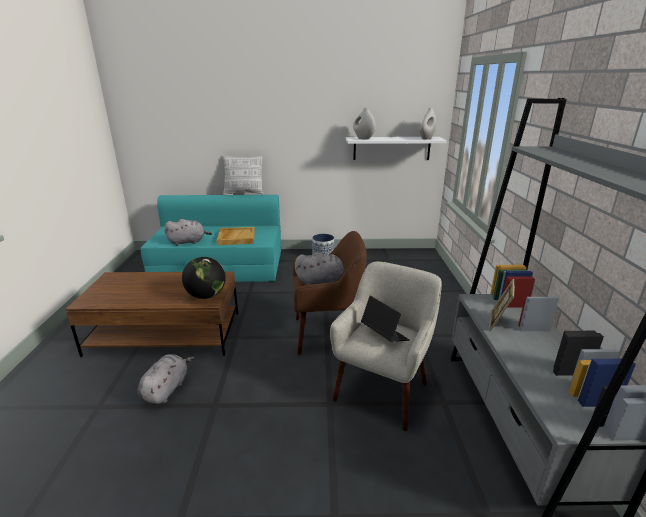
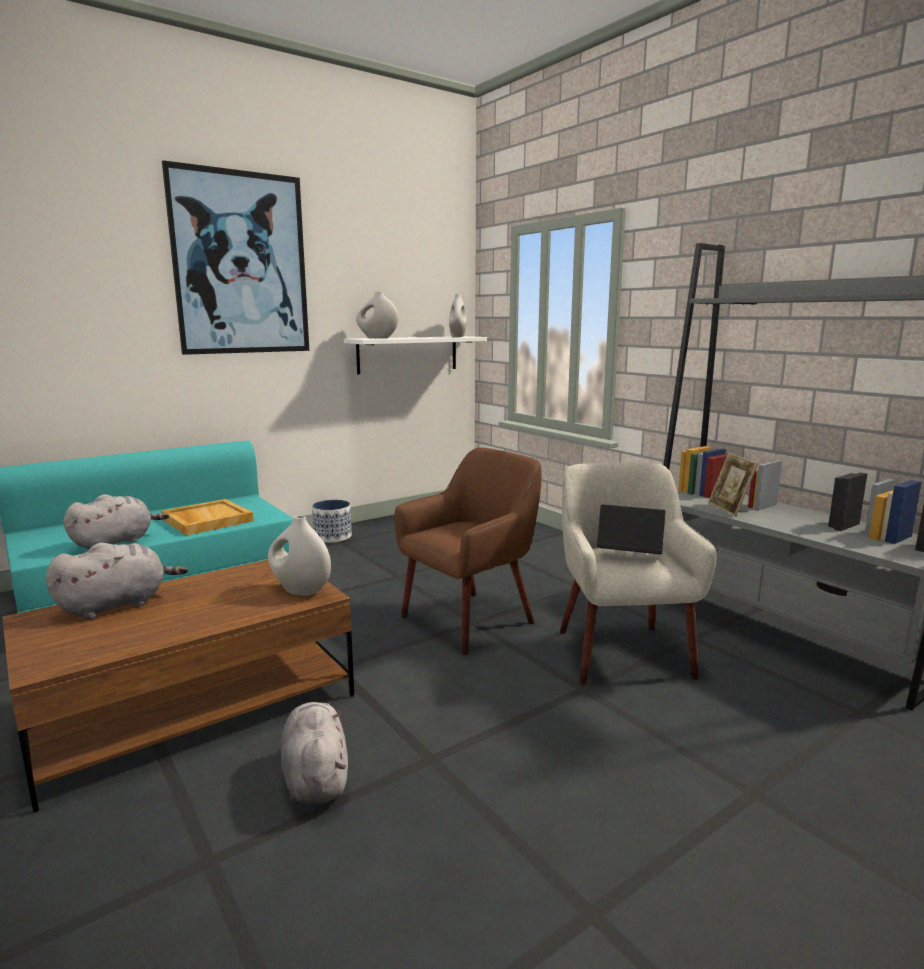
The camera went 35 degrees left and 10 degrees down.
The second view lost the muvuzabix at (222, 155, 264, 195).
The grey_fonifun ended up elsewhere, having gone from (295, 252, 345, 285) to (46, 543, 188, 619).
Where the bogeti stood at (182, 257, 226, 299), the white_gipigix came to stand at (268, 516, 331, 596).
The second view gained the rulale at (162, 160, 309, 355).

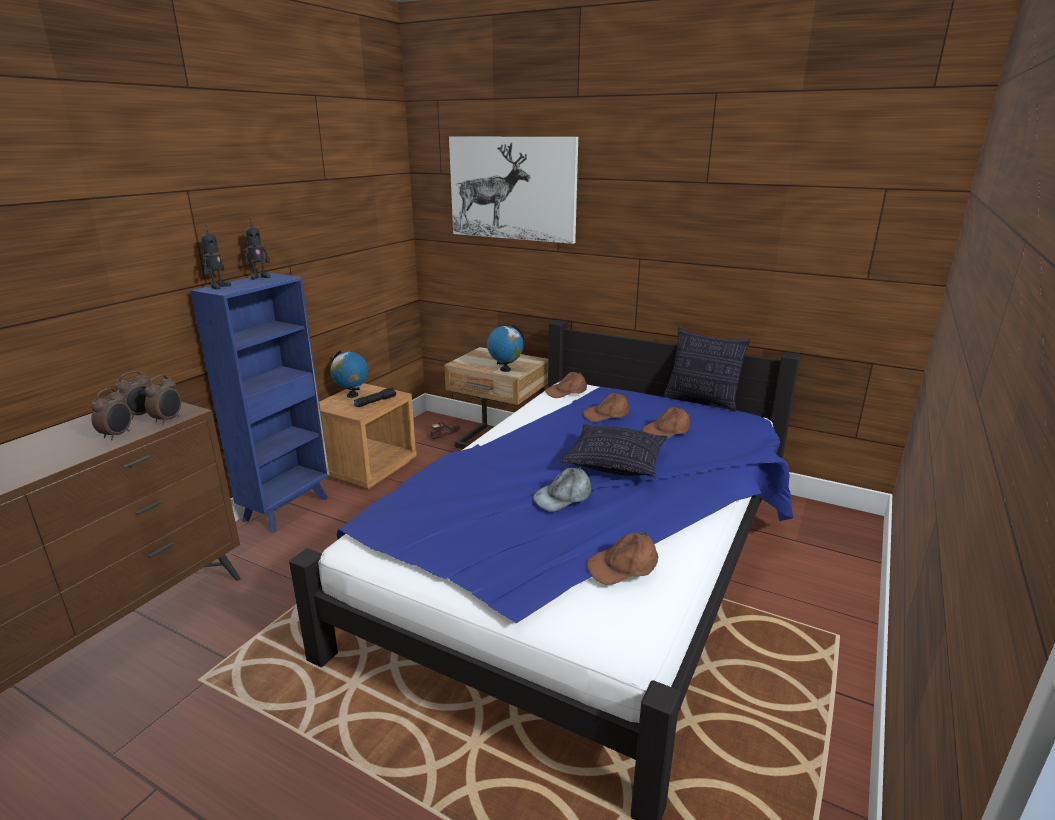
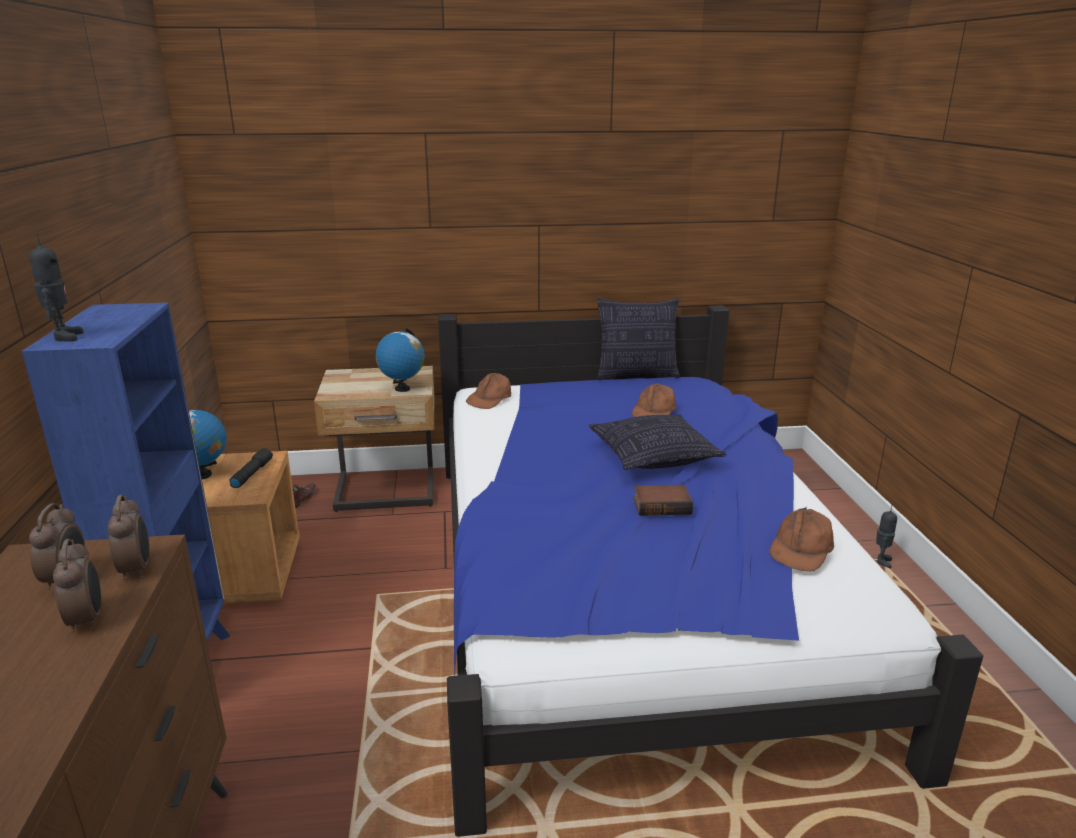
The camera went 35 degrees left and 0 degrees up.
The second view lost the rulale at (449, 136, 578, 244).
The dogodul ended up elsewhere, having gone from (244, 219, 271, 280) to (876, 506, 897, 568).
The second view lost the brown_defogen at (583, 393, 630, 422).
Where the grey_defogen stood at (533, 467, 592, 512), the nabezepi came to stand at (633, 485, 693, 516).

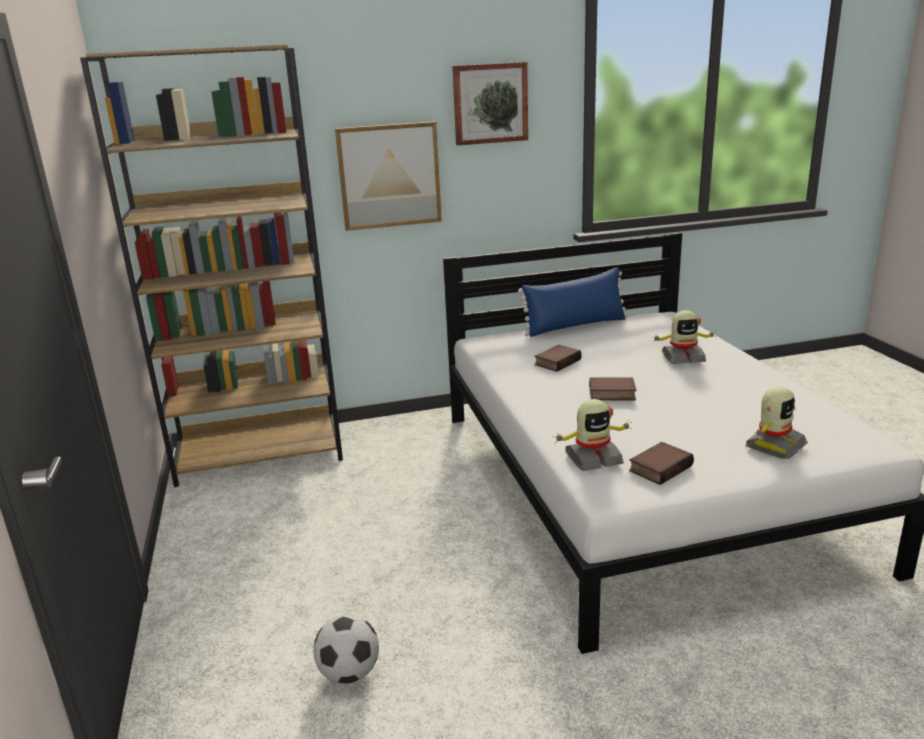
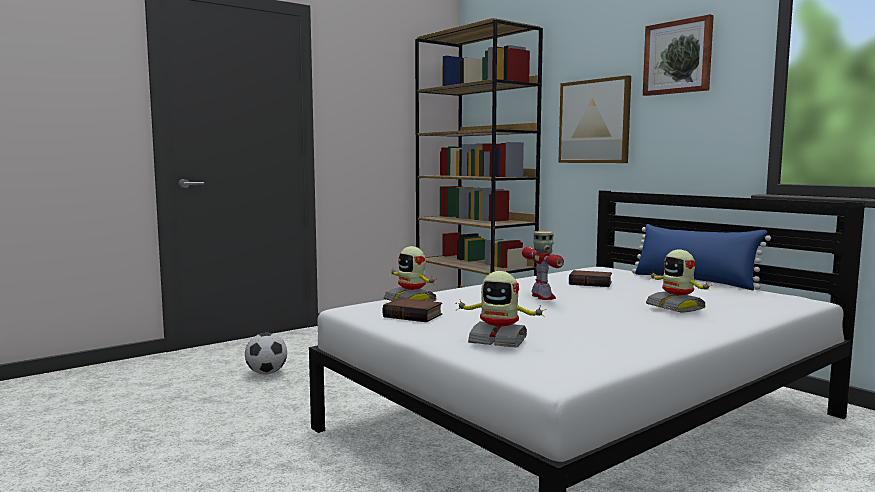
The camera went 65 degrees right and 15 degrees down.
Where the nabezepi stood at (589, 377, 636, 400), the dogodul came to stand at (522, 231, 564, 300).

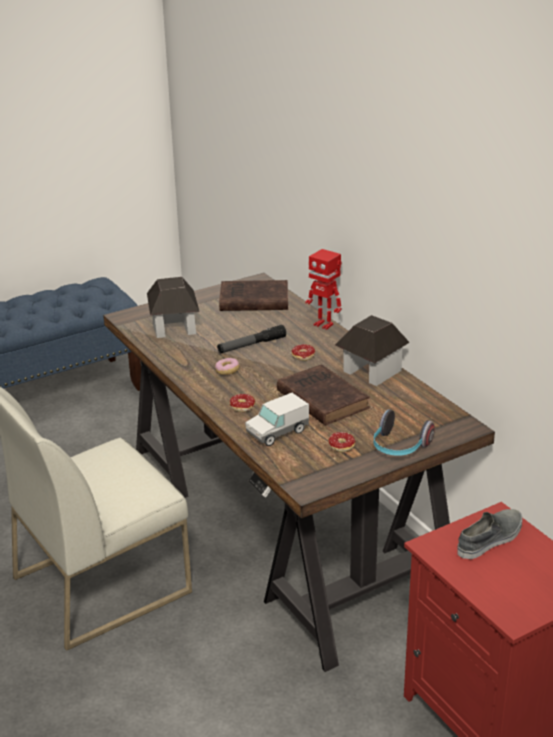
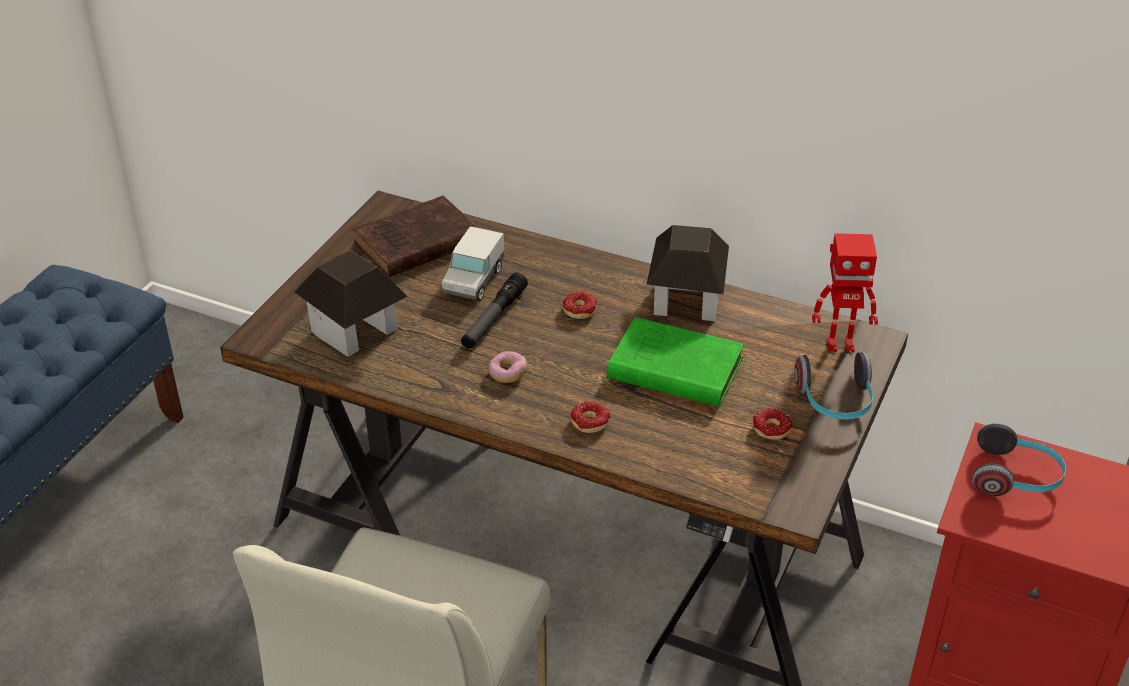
The camera went 35 degrees left and 10 degrees up.
The dogodul ended up elsewhere, having gone from (305, 249, 342, 330) to (812, 233, 878, 352).
What was the brown_nabezepi at (277, 364, 370, 425) turned into the green_nabezepi at (607, 317, 744, 407).
The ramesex ended up elsewhere, having gone from (245, 393, 309, 446) to (442, 226, 504, 301).
Where the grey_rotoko stood at (457, 509, 522, 559), the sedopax came to stand at (972, 423, 1066, 496).

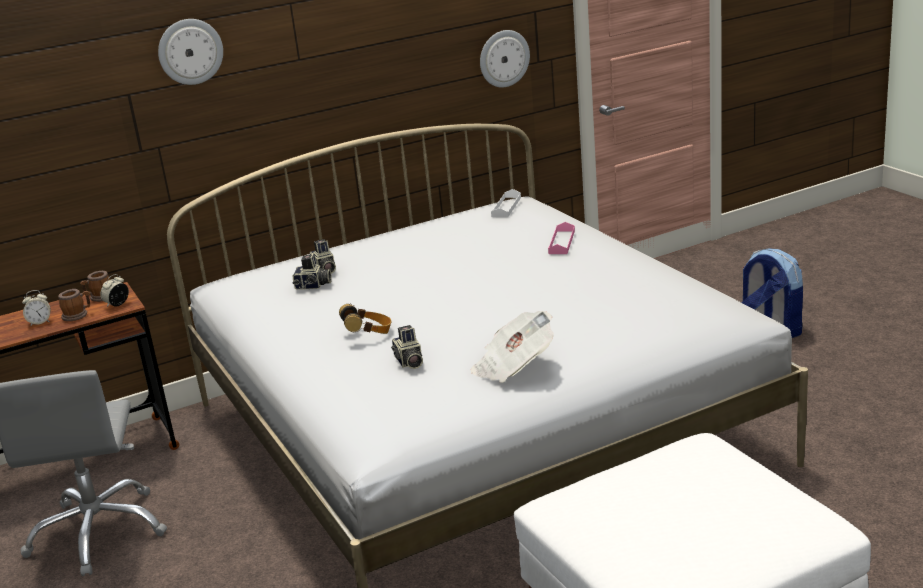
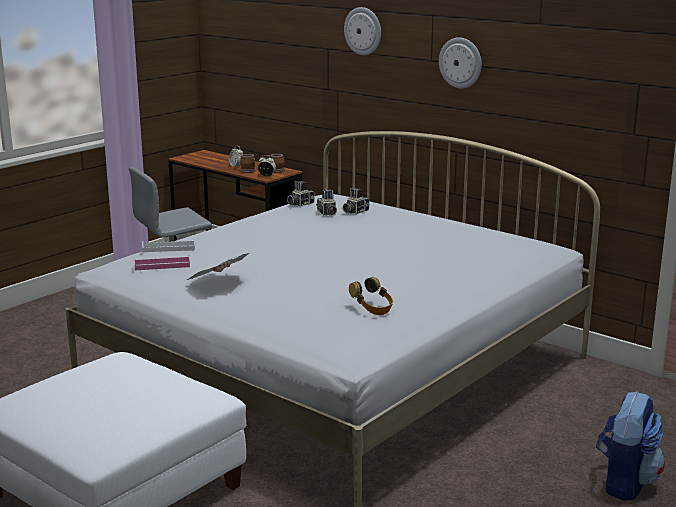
The camera went 65 degrees right and 5 degrees down.
The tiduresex ended up elsewhere, having gone from (480, 30, 530, 88) to (439, 37, 482, 89).
The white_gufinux ended up elsewhere, having gone from (491, 189, 521, 217) to (142, 239, 195, 252).
The pink_gufinux ended up elsewhere, having gone from (548, 222, 575, 254) to (134, 257, 190, 270).
The sedopax ended up elsewhere, having gone from (339, 304, 391, 334) to (349, 277, 393, 315).
The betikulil ended up elsewhere, having gone from (391, 325, 423, 369) to (287, 181, 315, 206).

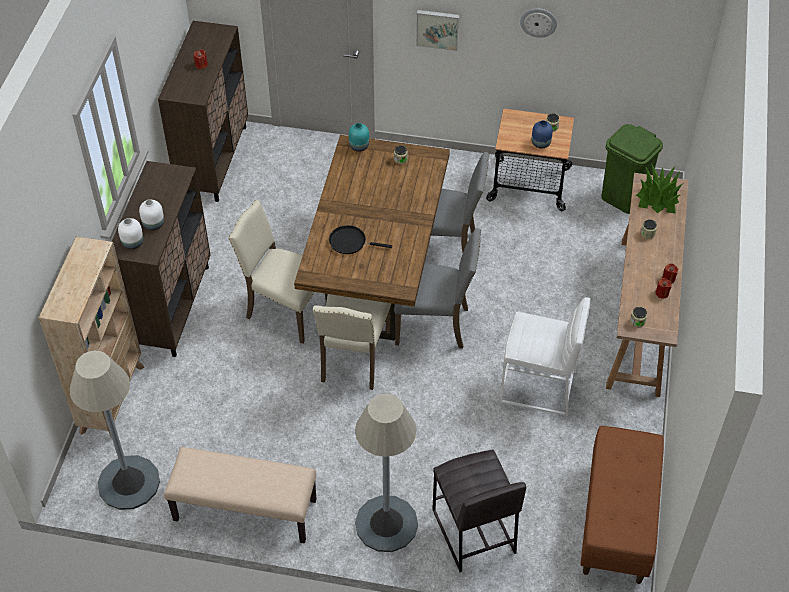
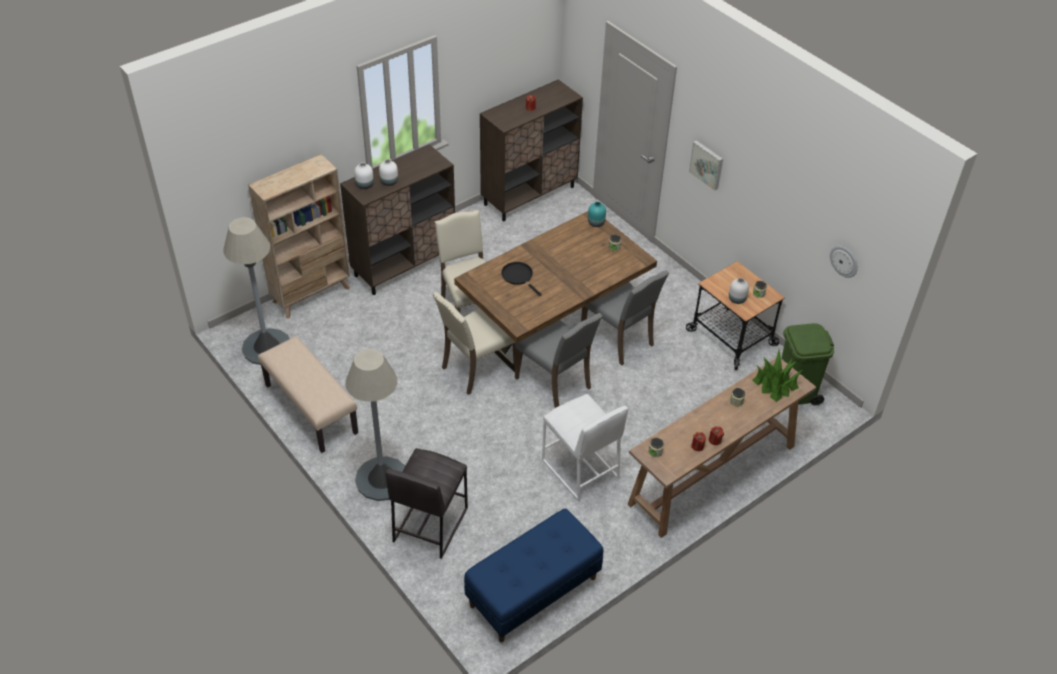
The camera went 40 degrees right and 5 degrees down.
The tiduresex ended up elsewhere, having gone from (520, 8, 557, 38) to (830, 246, 858, 278).
What was the blue_gipigix at (532, 120, 553, 149) turned into the white_gipigix at (729, 278, 749, 304).
What was the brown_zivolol at (580, 426, 664, 584) turned into the blue_zivolol at (464, 508, 603, 643).

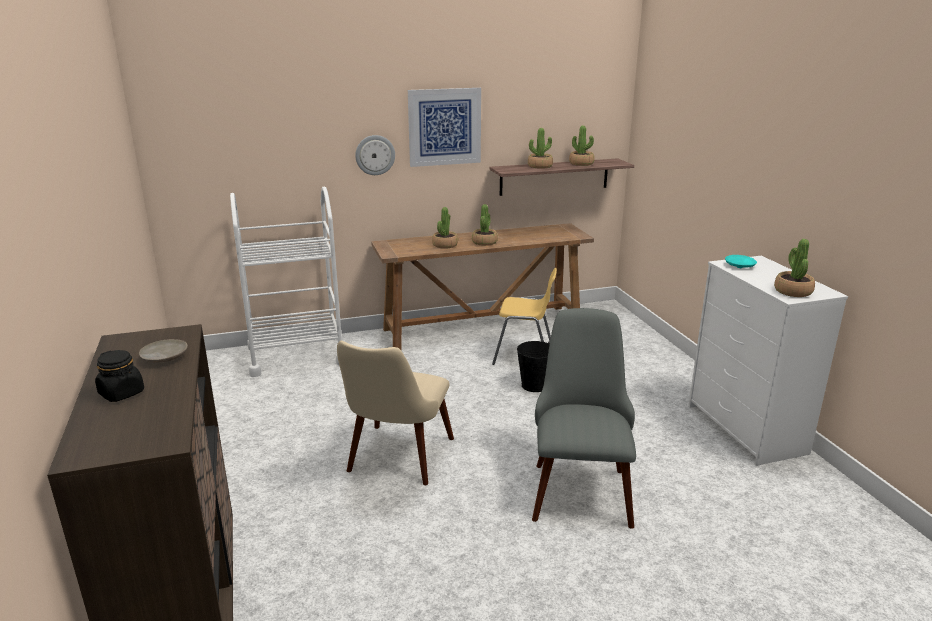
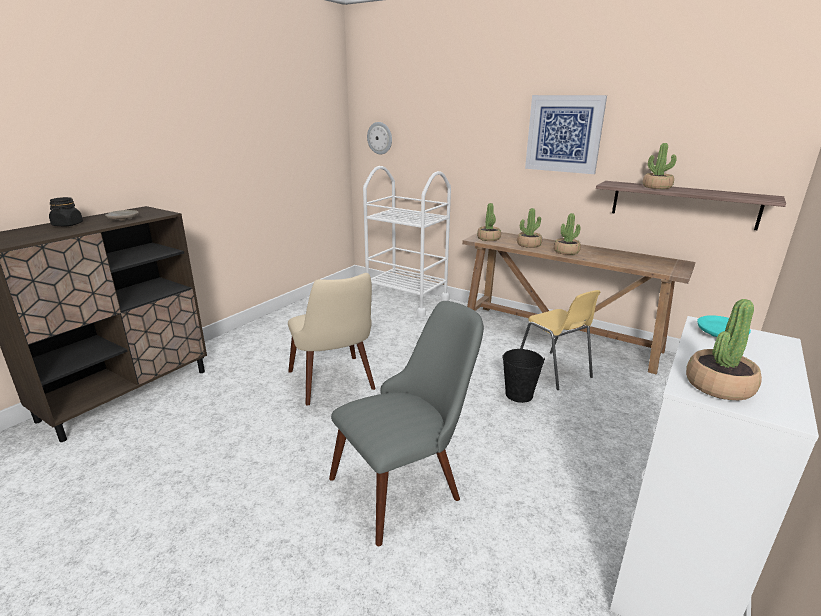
The camera went 50 degrees right and 0 degrees up.
The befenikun ended up elsewhere, having gone from (569, 126, 595, 166) to (477, 203, 501, 241).
The tiduresex ended up elsewhere, having gone from (355, 135, 395, 175) to (367, 122, 392, 154).
The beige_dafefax at (337, 341, 454, 485) ended up facing another way, 90 degrees counterclockwise from before.

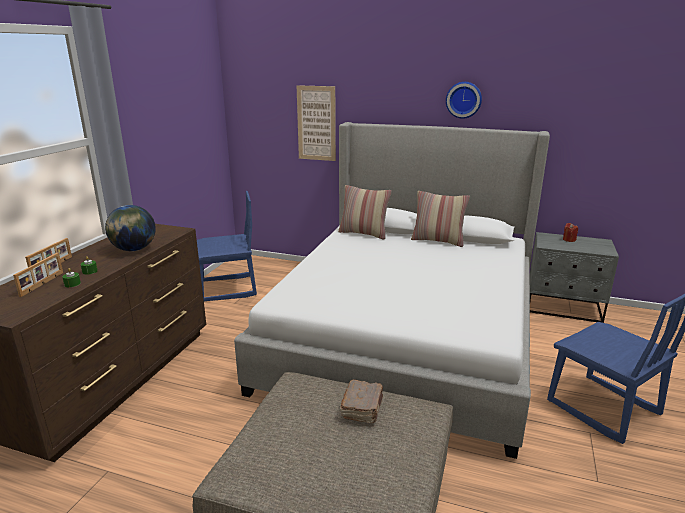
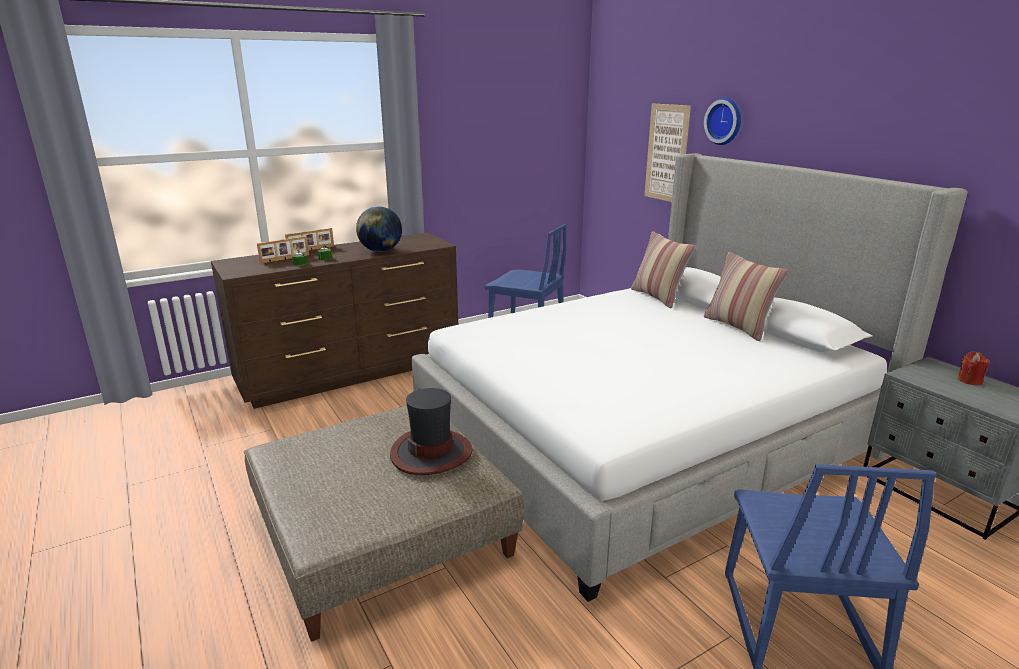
The camera went 40 degrees right and 0 degrees up.
The tiduresex ended up elsewhere, having gone from (446, 82, 482, 119) to (704, 97, 741, 145).
Where the brown_nabezepi stood at (340, 379, 383, 423), the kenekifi came to stand at (390, 388, 472, 475).

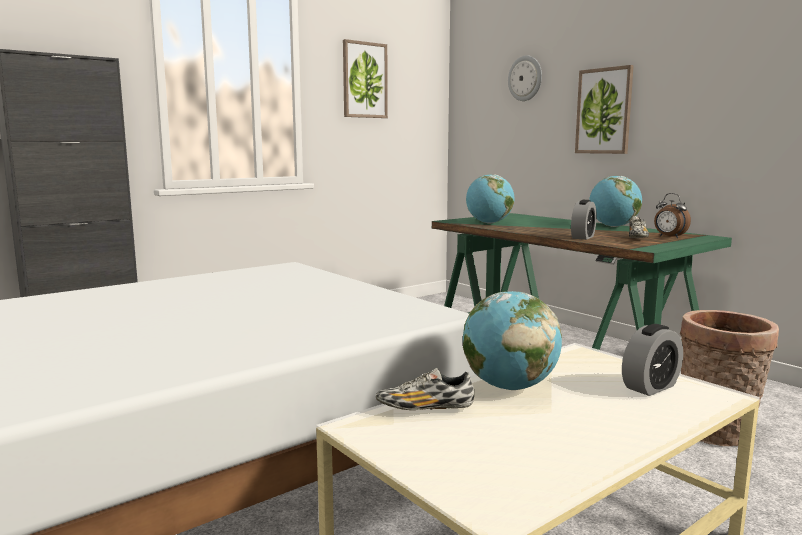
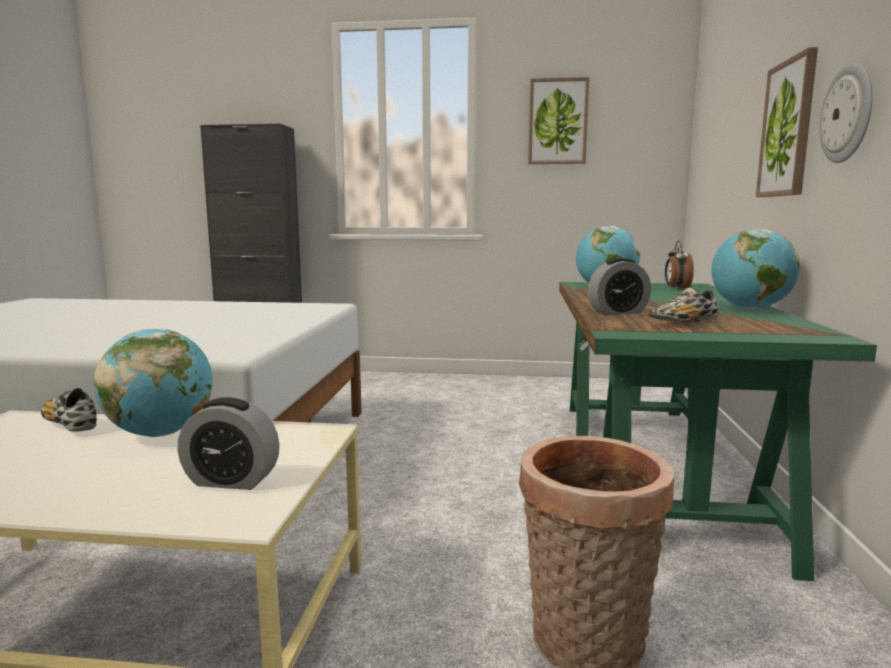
The camera went 45 degrees right and 0 degrees up.
The tiduresex ended up elsewhere, having gone from (508, 55, 542, 101) to (820, 63, 873, 163).
The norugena ended up elsewhere, having gone from (654, 193, 691, 238) to (665, 241, 694, 290).

